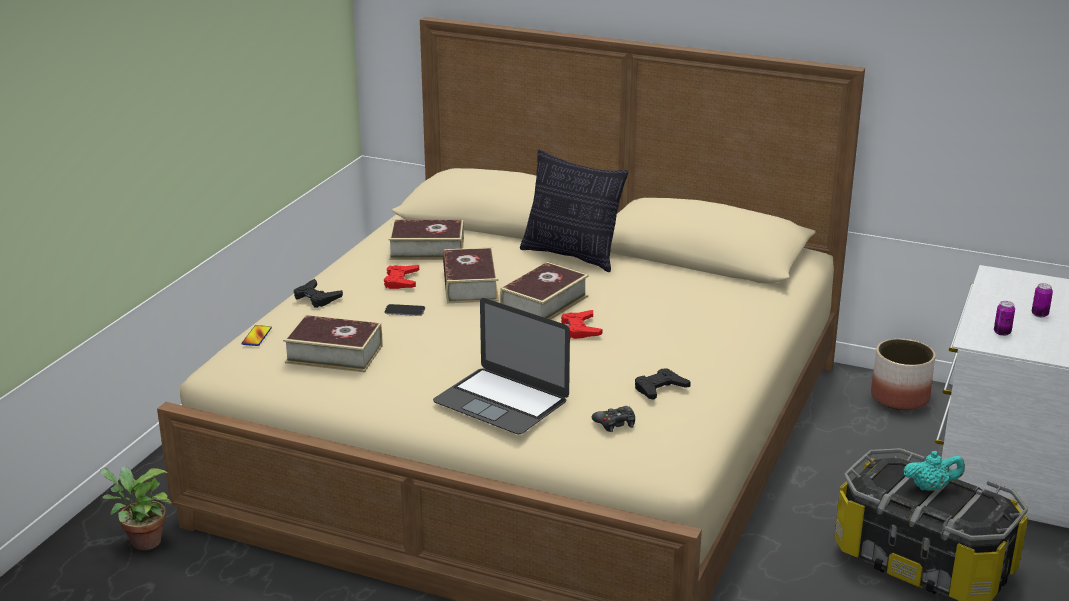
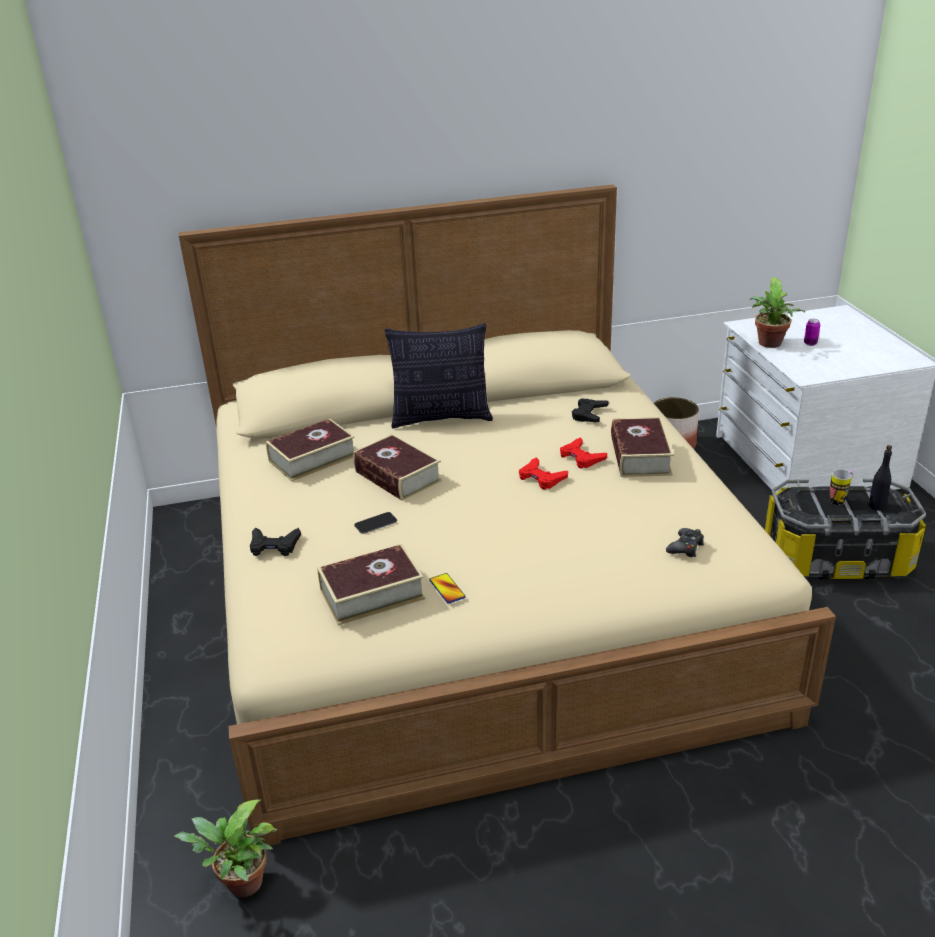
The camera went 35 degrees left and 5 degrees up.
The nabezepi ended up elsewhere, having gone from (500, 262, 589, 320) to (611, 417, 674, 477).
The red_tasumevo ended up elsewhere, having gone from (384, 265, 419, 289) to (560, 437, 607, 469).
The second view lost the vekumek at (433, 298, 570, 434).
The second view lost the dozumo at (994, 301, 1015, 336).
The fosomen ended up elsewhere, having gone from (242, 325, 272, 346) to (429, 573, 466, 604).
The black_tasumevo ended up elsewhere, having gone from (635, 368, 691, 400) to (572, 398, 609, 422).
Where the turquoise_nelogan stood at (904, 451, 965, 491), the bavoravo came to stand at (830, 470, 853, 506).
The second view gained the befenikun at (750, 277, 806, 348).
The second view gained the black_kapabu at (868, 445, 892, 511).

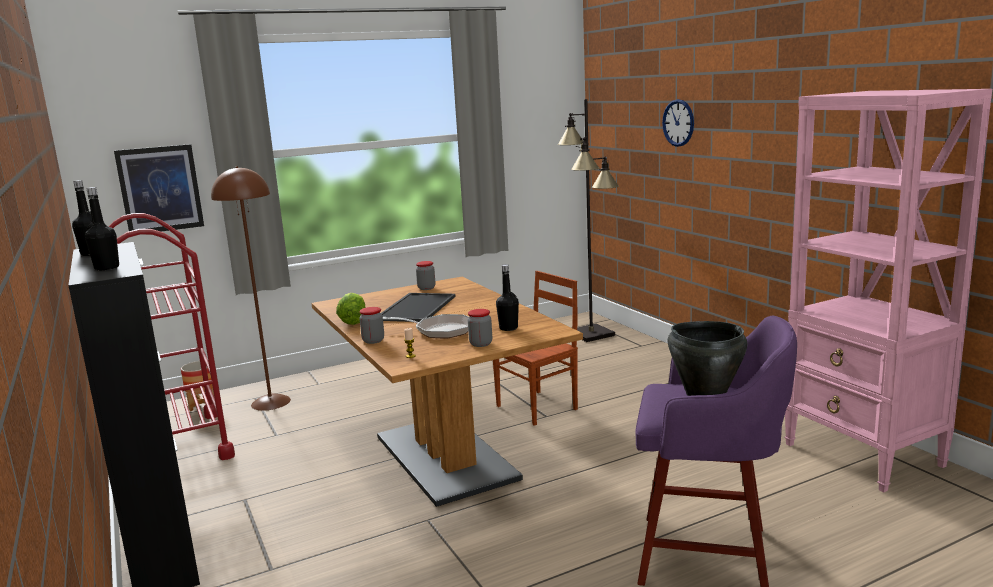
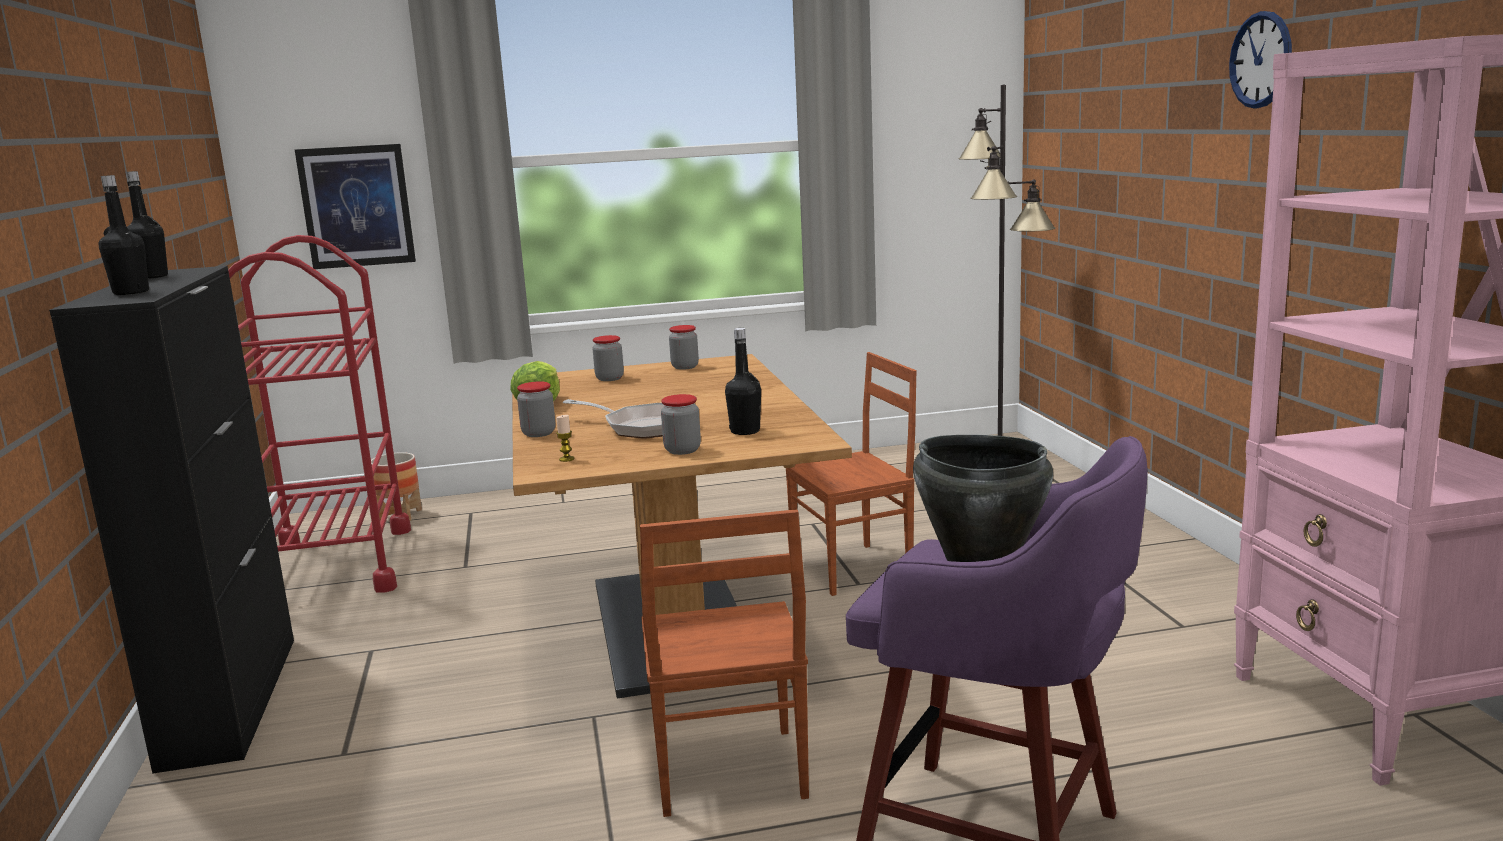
The camera went 15 degrees right and 0 degrees up.
The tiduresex ended up elsewhere, having gone from (662, 99, 694, 147) to (1229, 11, 1292, 109).
The second view lost the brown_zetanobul at (211, 166, 291, 411).
The second view lost the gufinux at (381, 293, 455, 322).
The second view gained the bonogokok at (593, 335, 624, 381).
The second view gained the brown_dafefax at (640, 510, 809, 817).

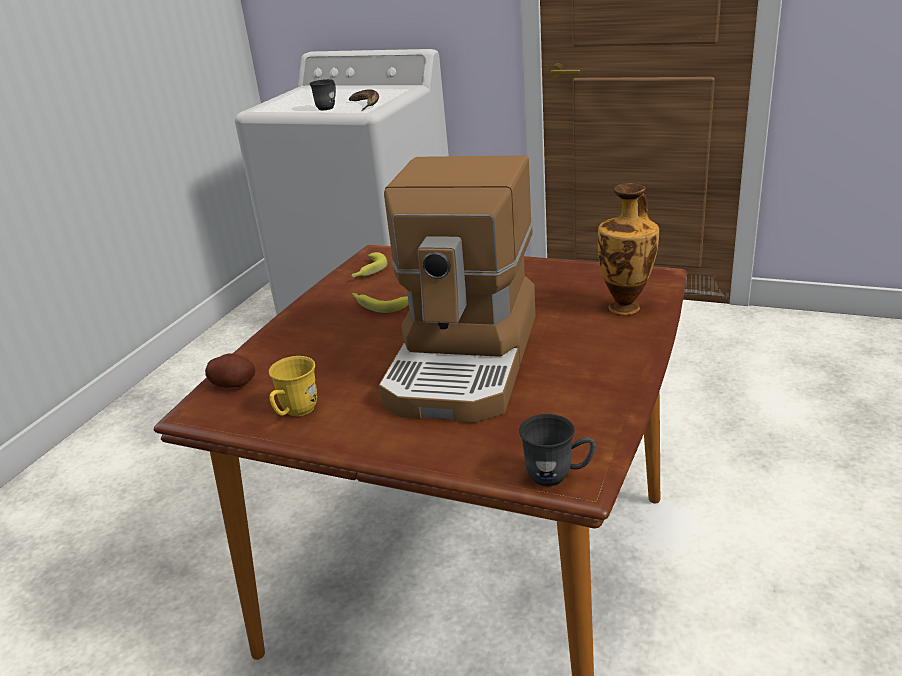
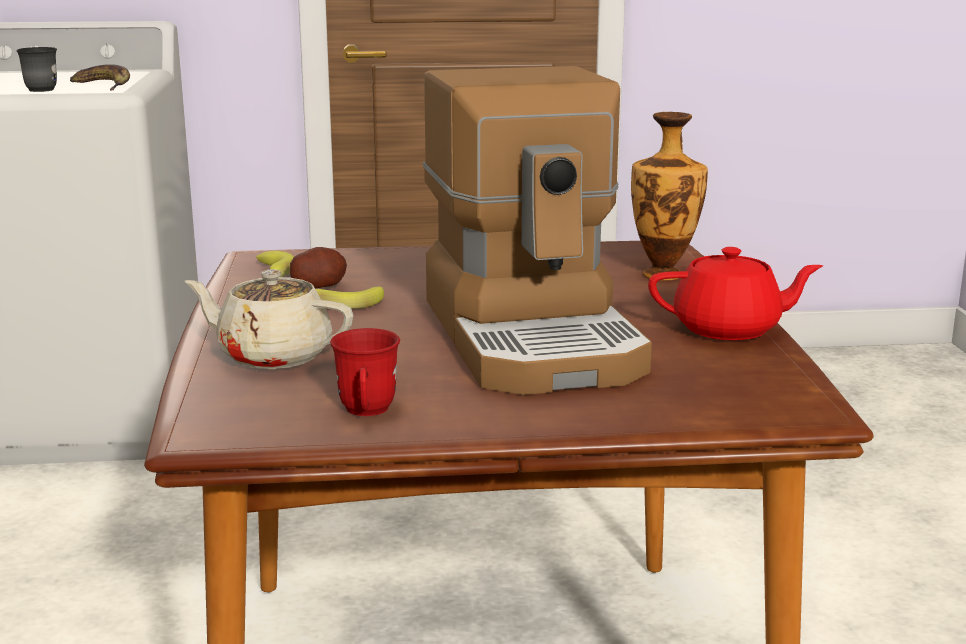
The camera went 30 degrees left and 10 degrees down.
The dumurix ended up elsewhere, having gone from (205, 354, 255, 388) to (290, 247, 347, 289).
What was the yellow_bavoravo at (269, 356, 317, 416) turned into the red_bavoravo at (330, 328, 400, 416).
The second view lost the grey_bavoravo at (519, 414, 596, 486).
The second view gained the red_nelogan at (648, 247, 823, 340).
The second view gained the beige_nelogan at (185, 269, 354, 369).

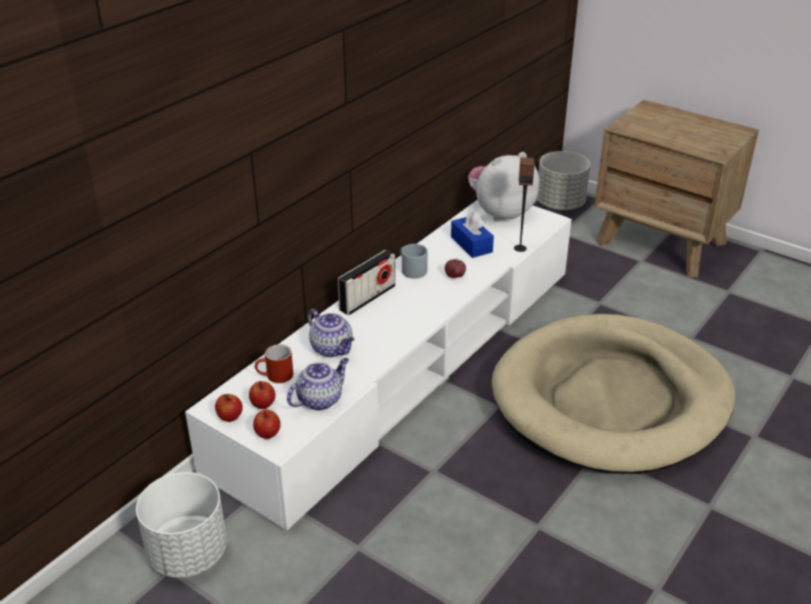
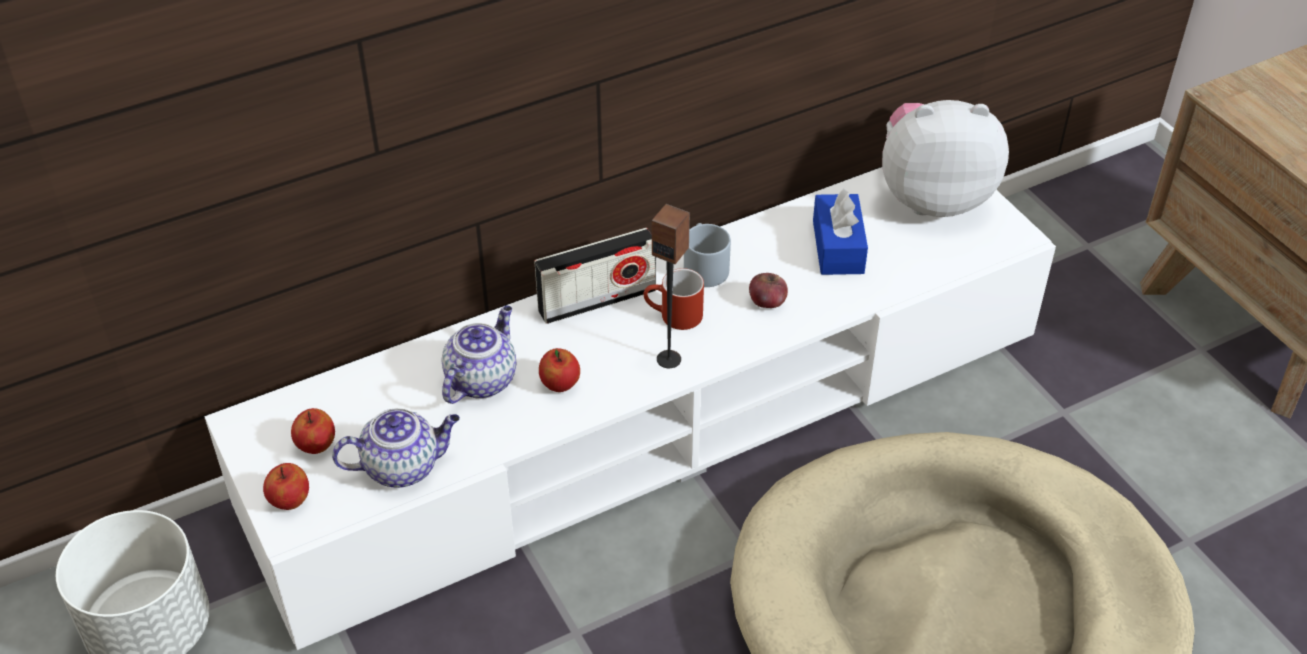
The camera went 25 degrees right and 10 degrees up.
The second view lost the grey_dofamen at (537, 151, 590, 210).
The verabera ended up elsewhere, having gone from (514, 158, 535, 252) to (652, 204, 690, 368).
The nelogan at (307, 309, 354, 357) ended up facing another way, 135 degrees counterclockwise from before.
The red_bavoravo ended up elsewhere, having gone from (255, 344, 293, 383) to (644, 268, 704, 330).
The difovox ended up elsewhere, having gone from (215, 394, 243, 422) to (539, 348, 580, 392).

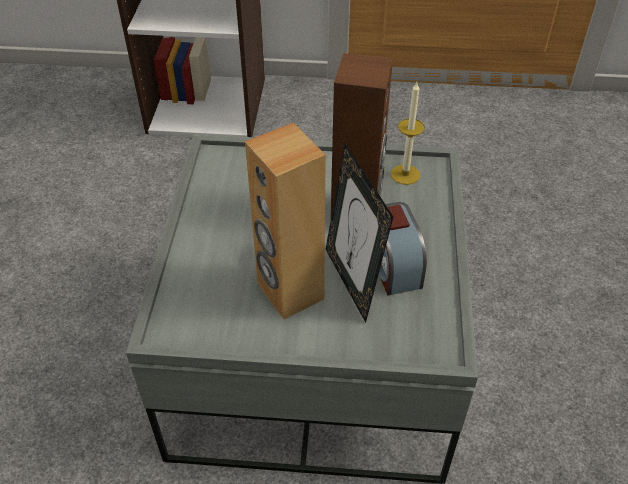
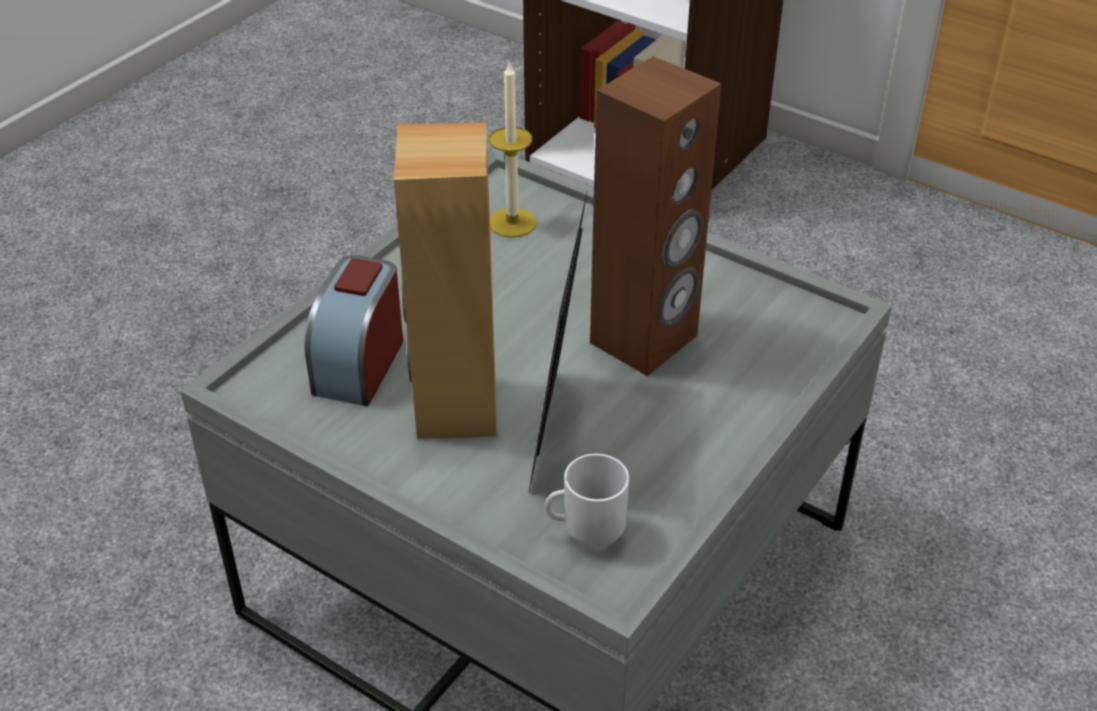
The camera went 30 degrees right and 5 degrees down.
The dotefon ended up elsewhere, having gone from (391, 82, 425, 185) to (489, 60, 537, 238).
The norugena ended up elsewhere, having gone from (379, 202, 427, 296) to (304, 255, 403, 406).
The second view gained the bavoravo at (545, 454, 629, 548).

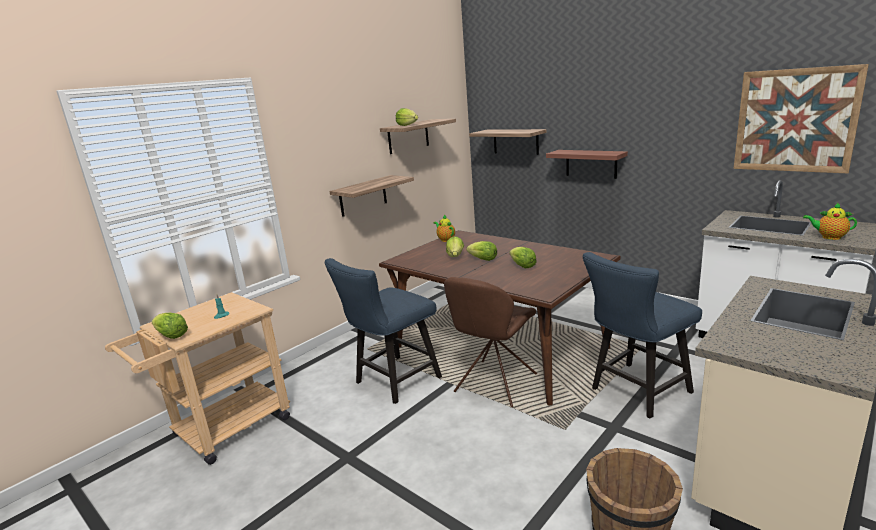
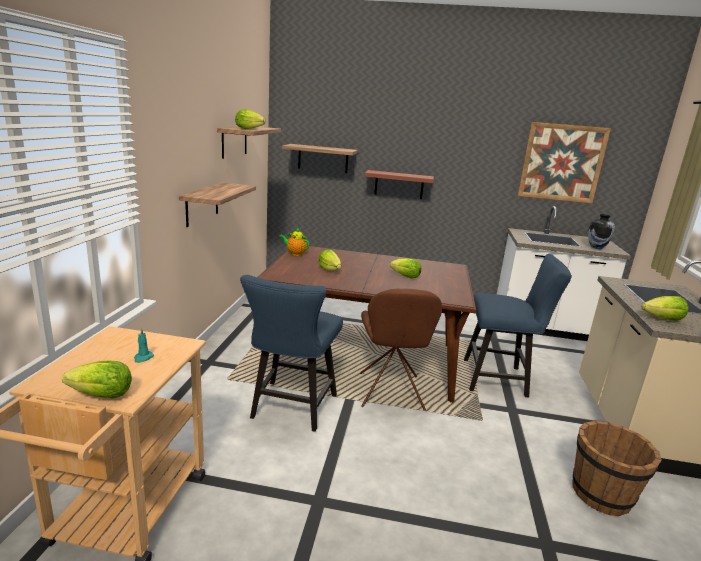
The camera went 35 degrees left and 0 degrees up.
Where the nelogan stood at (803, 203, 857, 240), the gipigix came to stand at (588, 214, 615, 249).
The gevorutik ended up elsewhere, having gone from (466, 241, 497, 261) to (642, 296, 688, 321).
The blue_dafefax at (583, 252, 702, 418) ended up facing another way, 105 degrees counterclockwise from before.

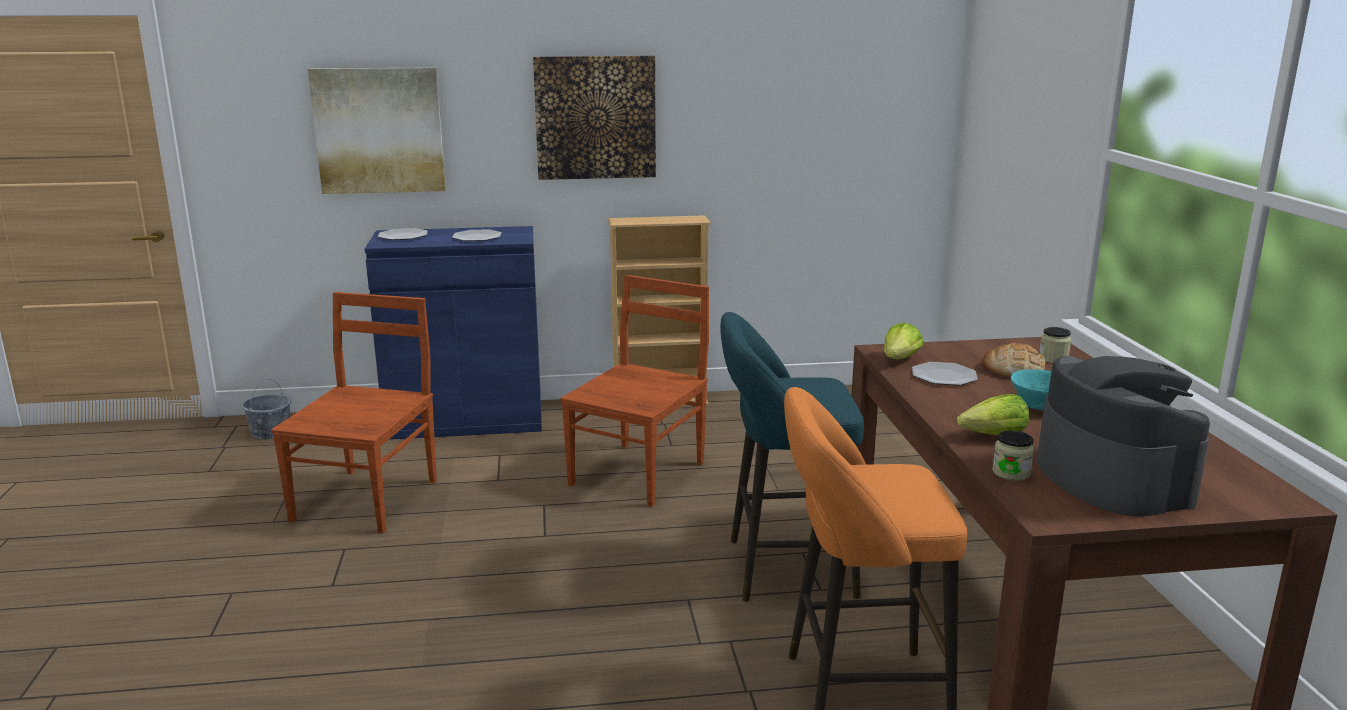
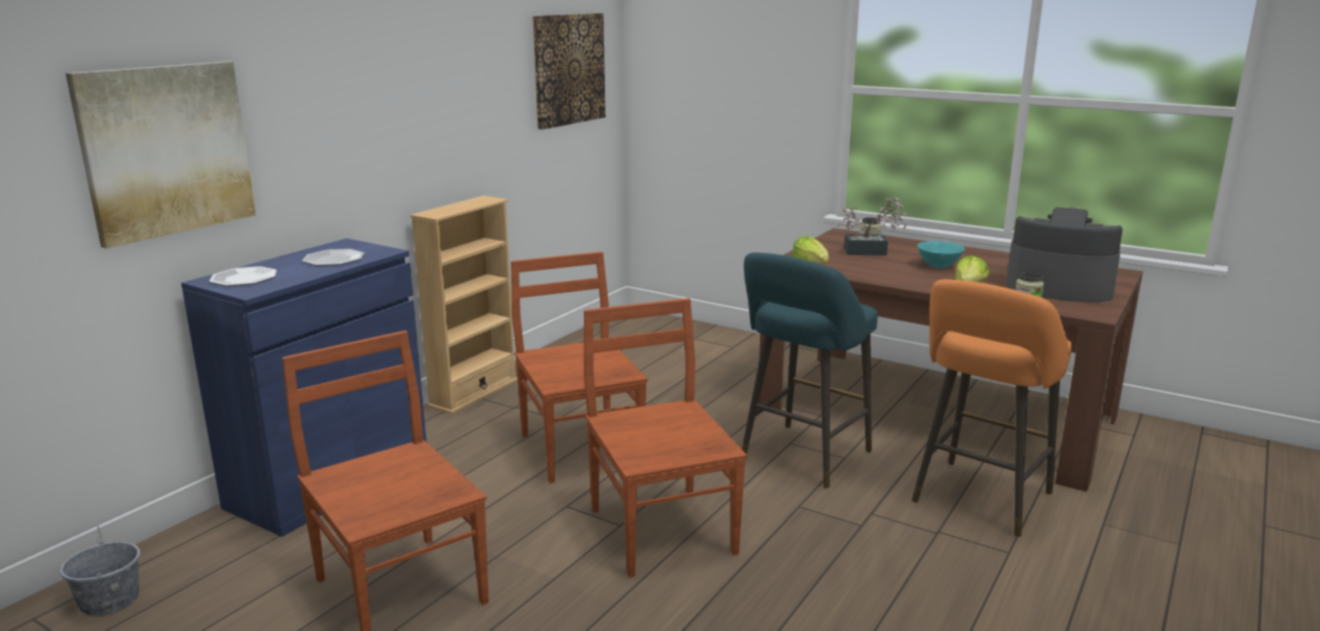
The camera went 50 degrees left and 0 degrees up.
The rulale ended up elsewhere, having gone from (533, 56, 656, 180) to (533, 13, 605, 130).
Where the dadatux stood at (982, 343, 1045, 377), the befenikun came to stand at (835, 198, 907, 256).
The second view lost the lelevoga at (912, 362, 977, 385).
The second view gained the brown_dafefax at (584, 298, 747, 578).

